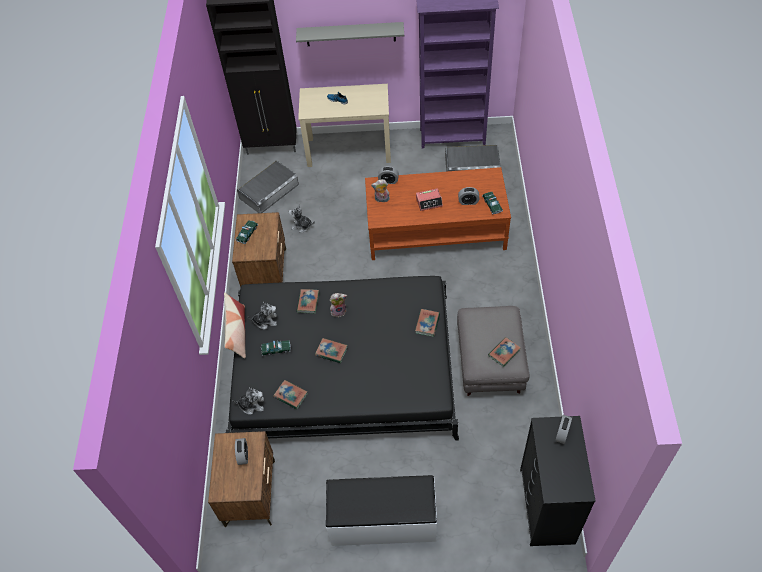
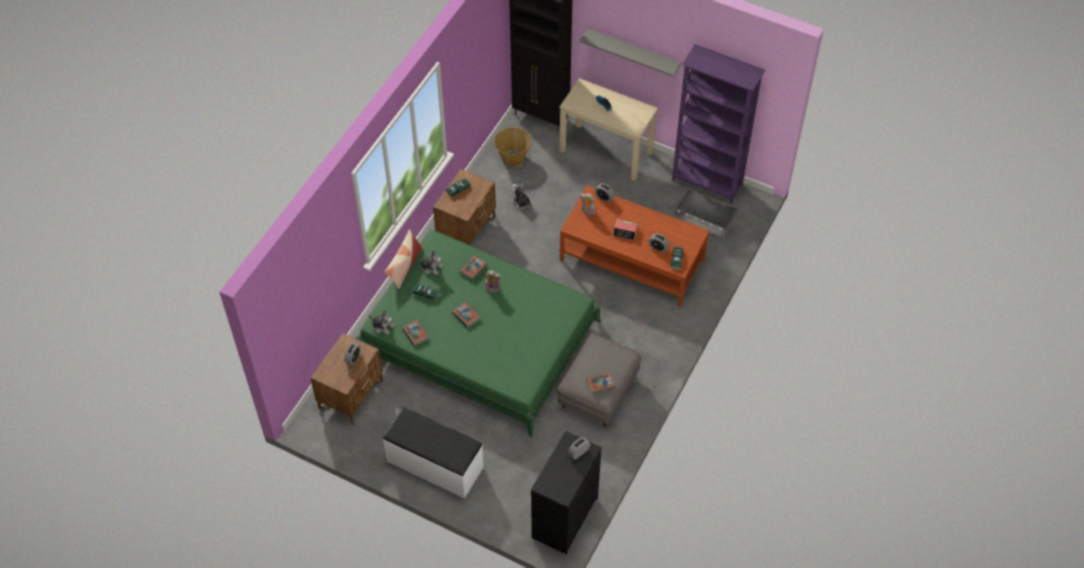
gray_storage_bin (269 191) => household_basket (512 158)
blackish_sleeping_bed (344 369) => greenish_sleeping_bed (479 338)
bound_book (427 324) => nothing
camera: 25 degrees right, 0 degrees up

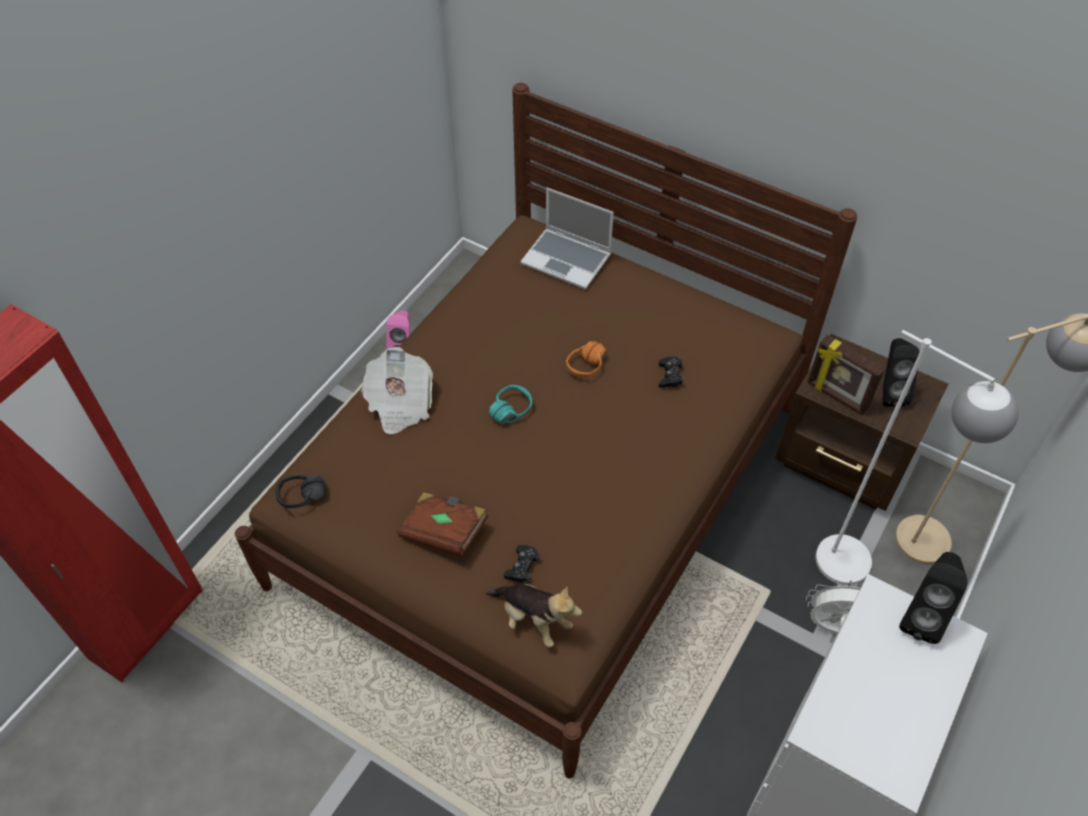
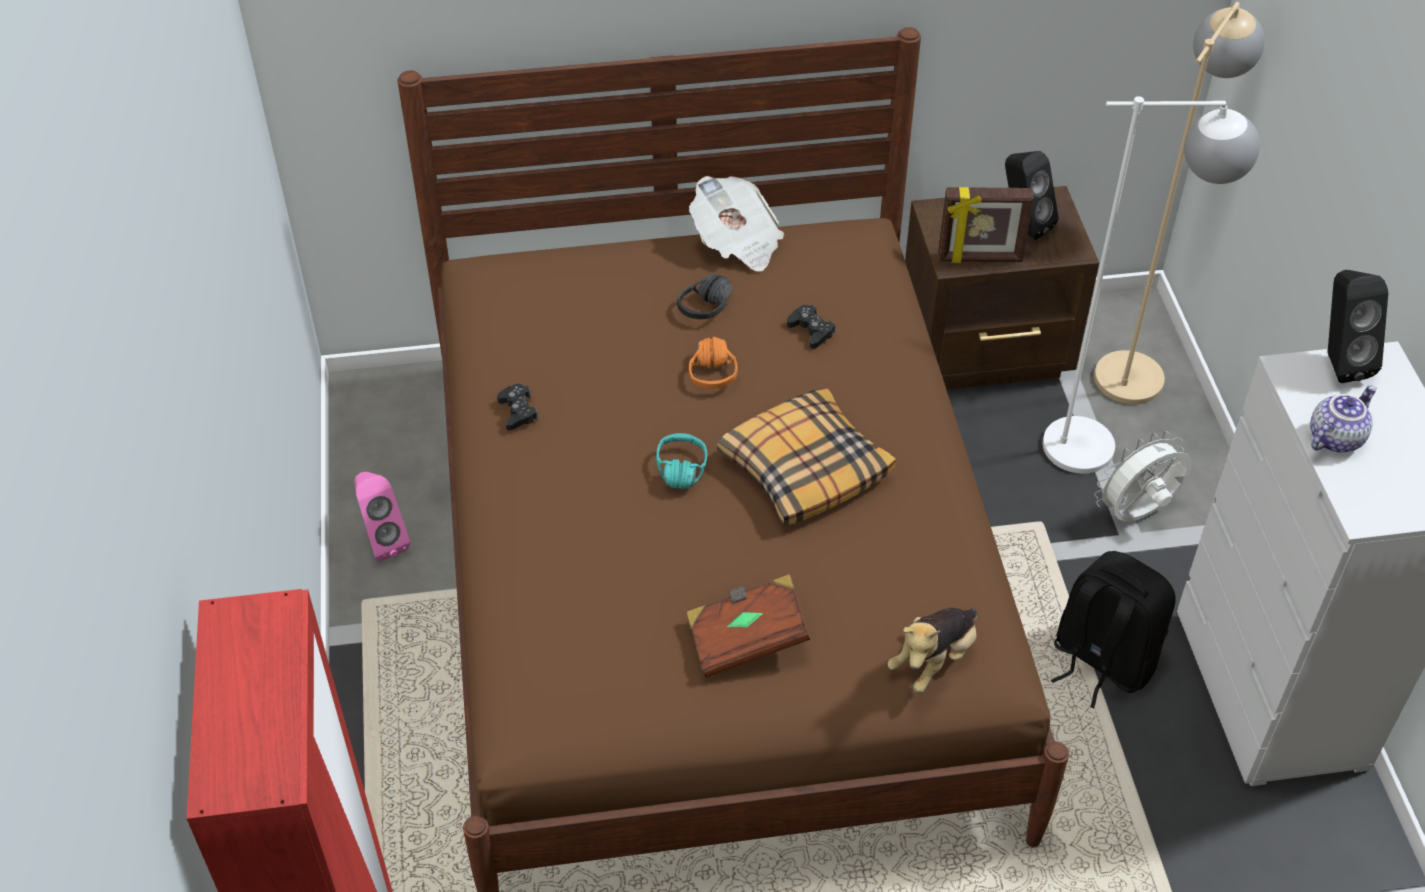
portable_computer (567 260) => nothing
daily_paper (399 404) => daily_paper (737 242), moved
blackish_headphones (303 502) => blackish_headphones (713 311), moved
blackish_game_controller (522 567) => blackish_game_controller (518 412), moved
plush_toy (533 620) => plush_toy (934 659), 135 degrees clockwise
nothing => teapot (1334 437)
nothing => throw_pillow (804 468)
nothing => blackish_rucksack (1101 661)
camera: 40 degrees left, 5 degrees down

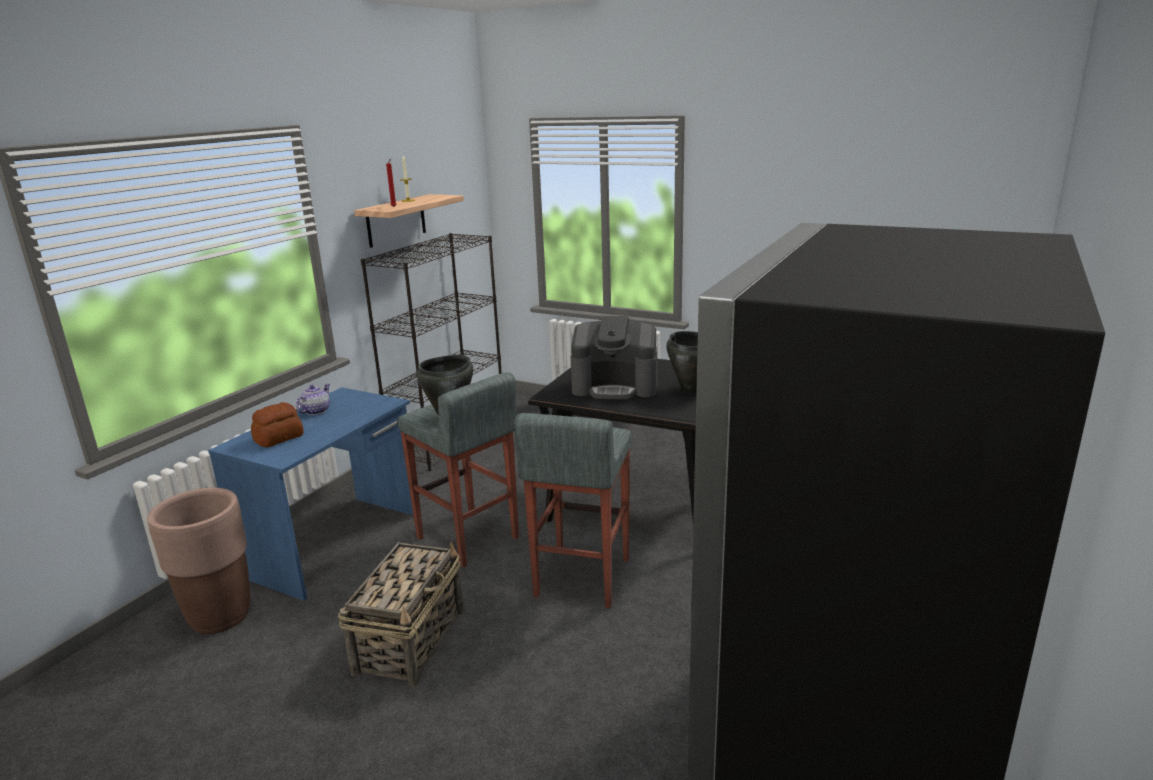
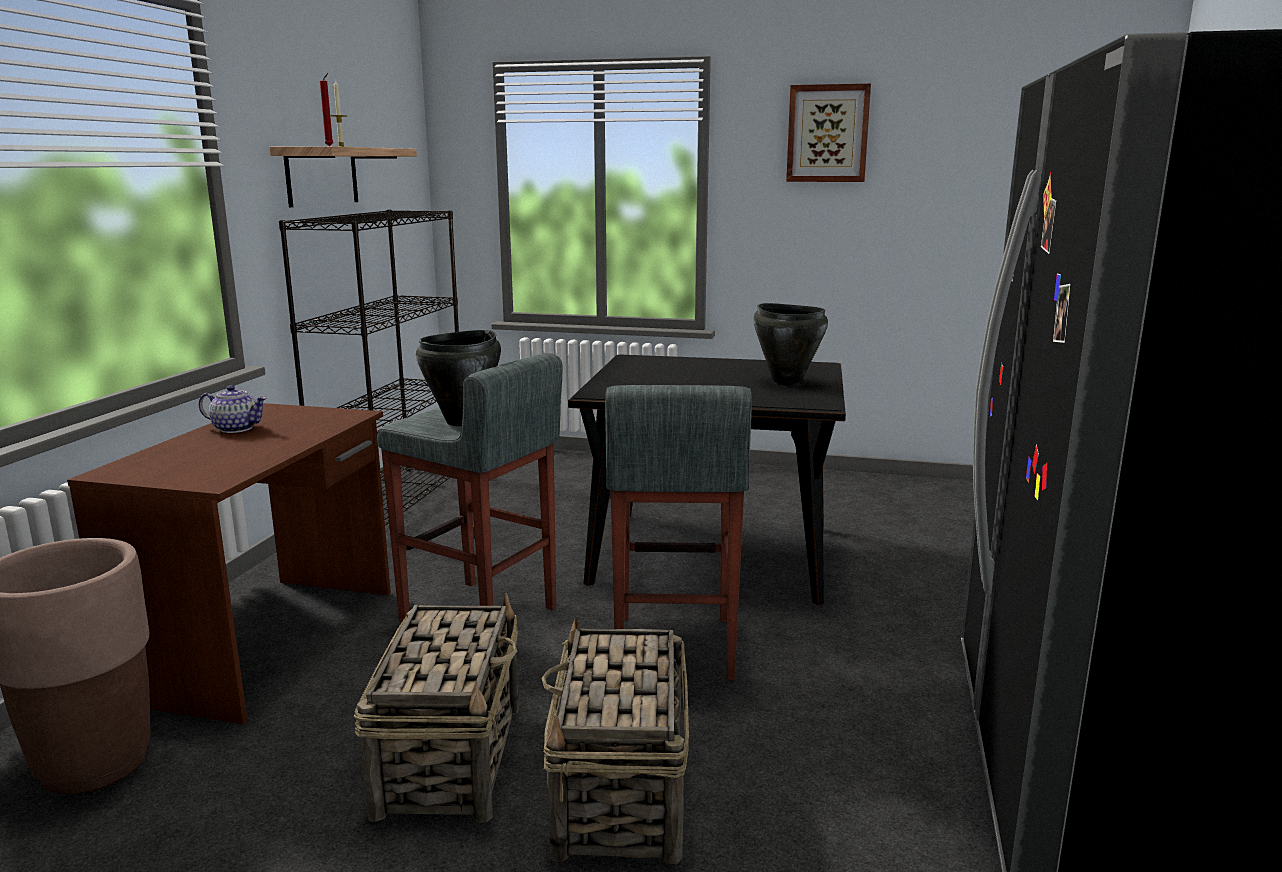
coffee_maker (615 386) => nothing
teapot (315 411) => teapot (236 428), 90 degrees clockwise
blue_desk (336 544) => brown_desk (270 641)
baked_bread (279 438) => nothing
nothing => picture (827 133)
nothing => household_basket (620 794)
camera: 15 degrees left, 5 degrees down

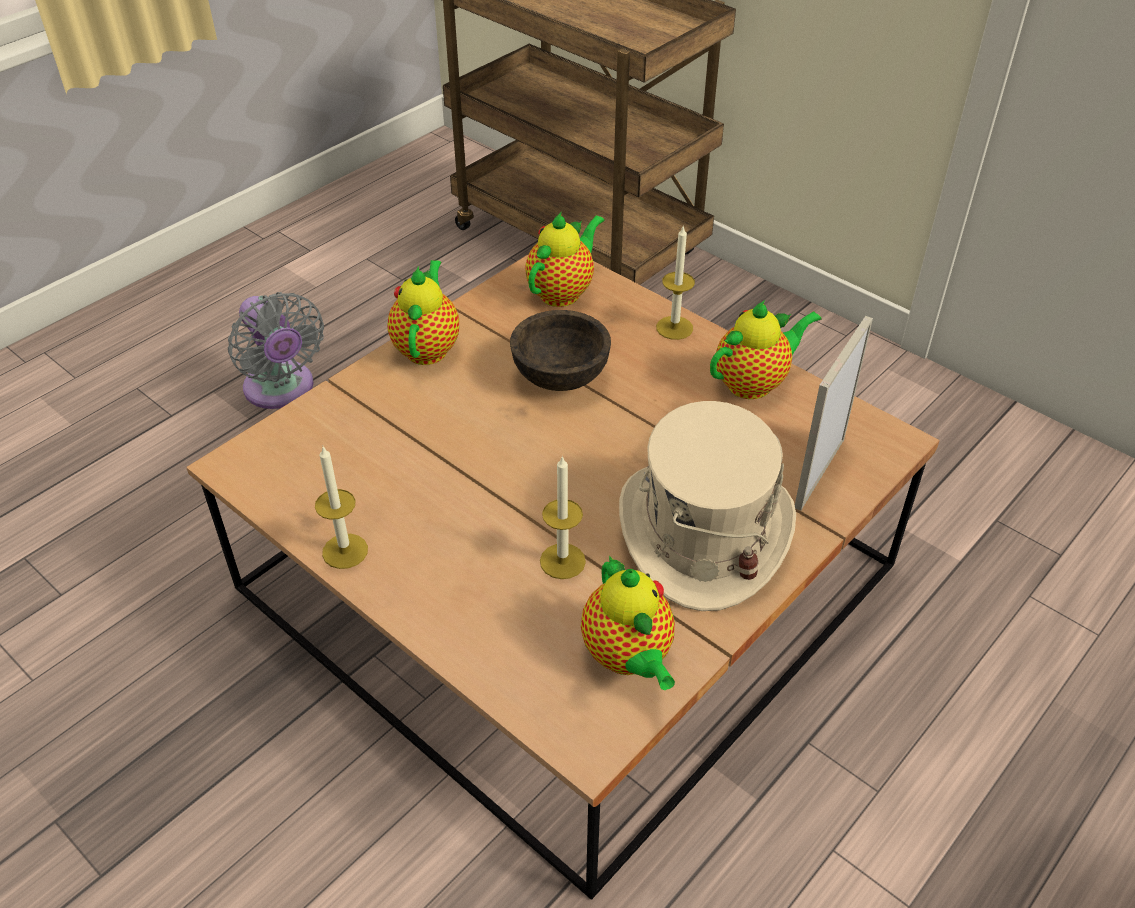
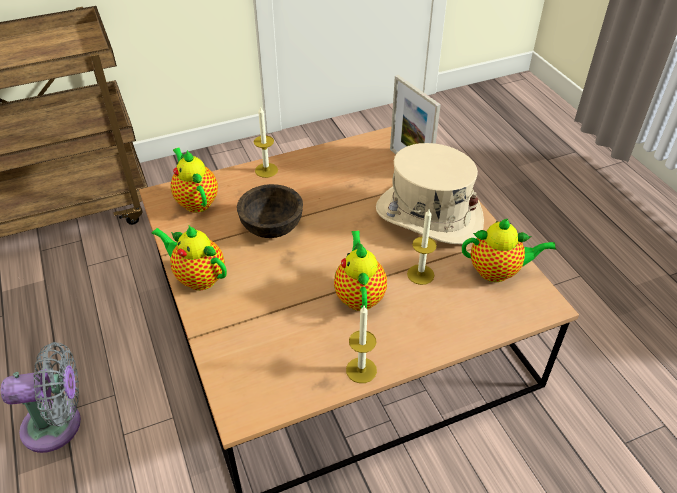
teapot (754 383) => teapot (359 295), moved
camera: 65 degrees left, 0 degrees up

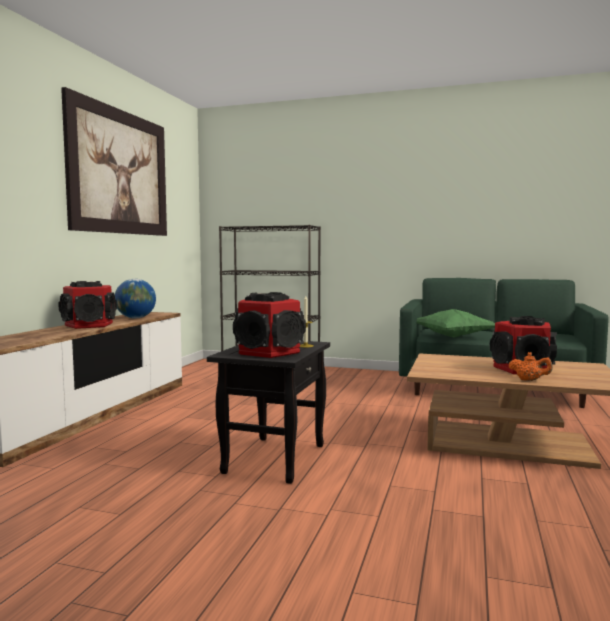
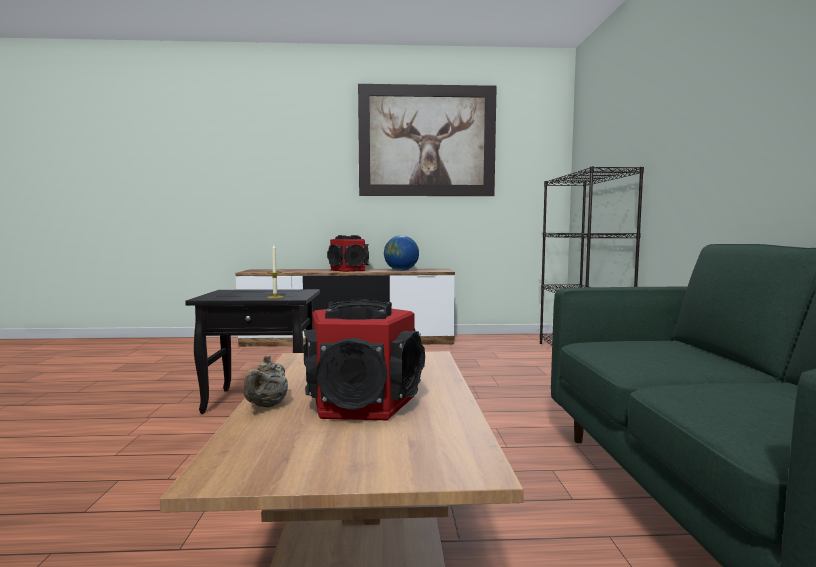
loudspeaker (269 352) => nothing
greenish_throw_pillow (453 336) => nothing
orange_teapot (529 380) => sand-coloured_teapot (267 406)
camera: 70 degrees right, 0 degrees up

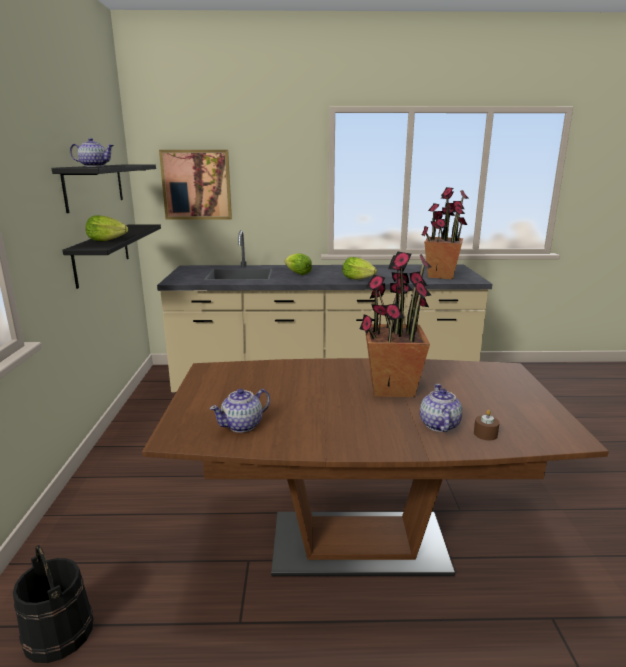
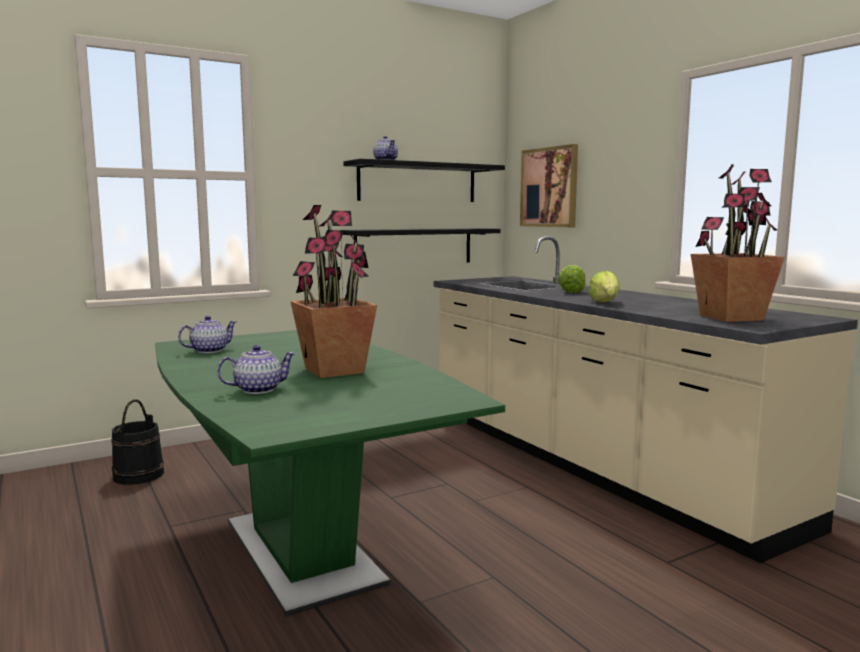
lettuce_head (106 240) => nothing
brown_dinner_table (358 544) => greenish_dinner_table (302 552)
teapot (243 425) => teapot (208 350), 120 degrees clockwise
brown_candle (485 434) => nothing
camera: 60 degrees right, 10 degrees down

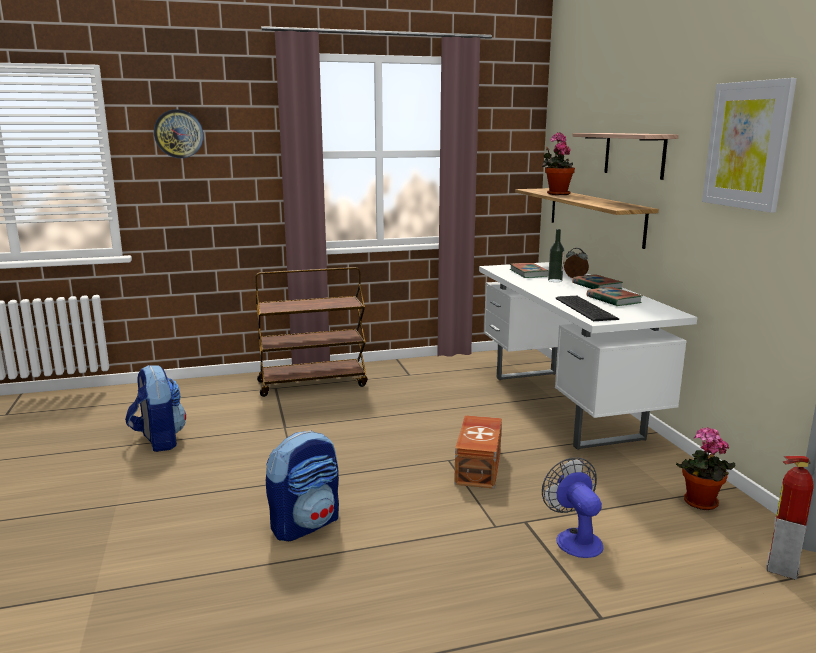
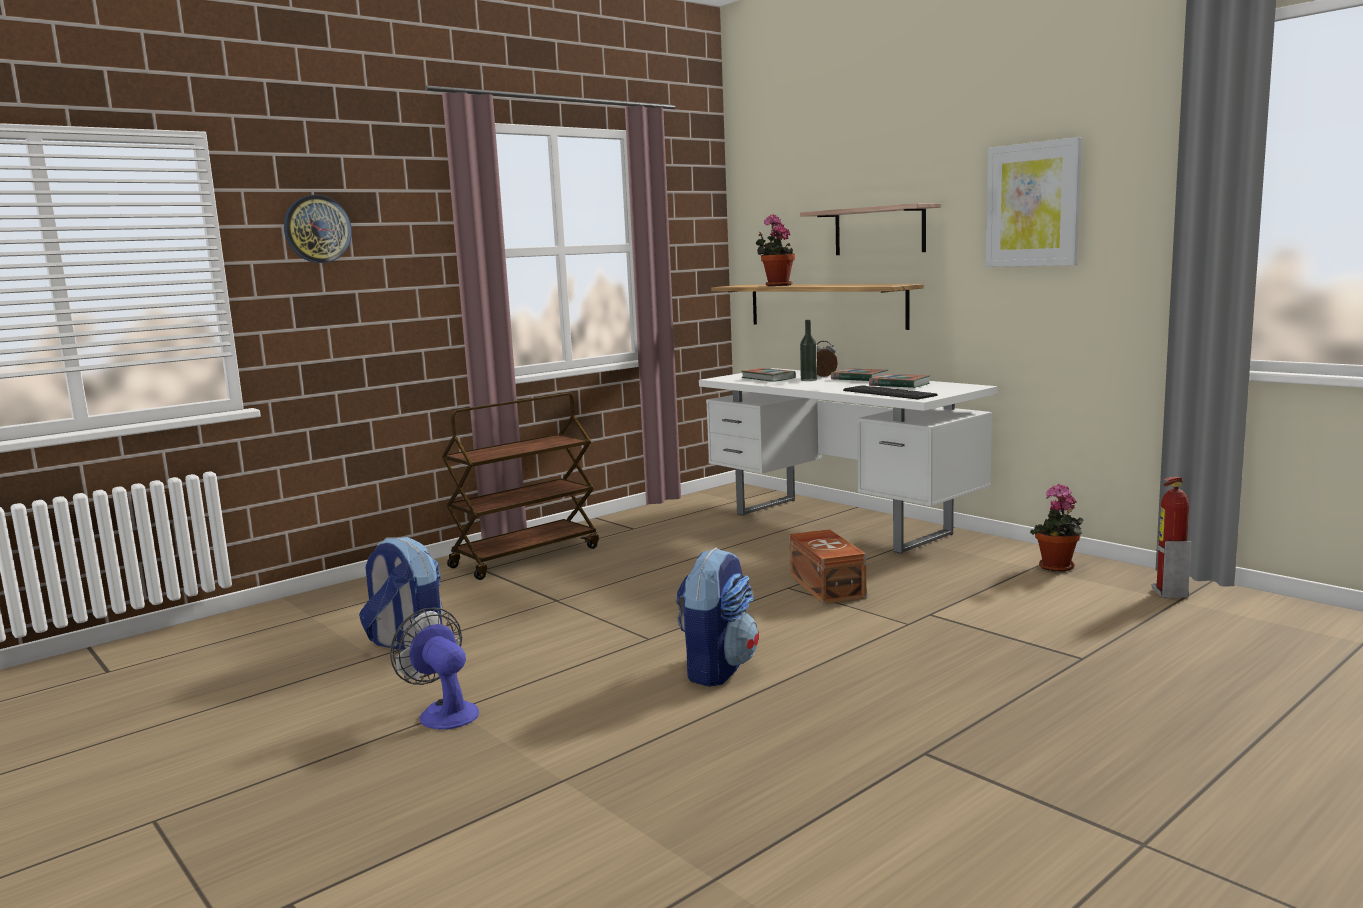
cooling_fan (574 538) => cooling_fan (443 712), moved
camera: 25 degrees left, 5 degrees down

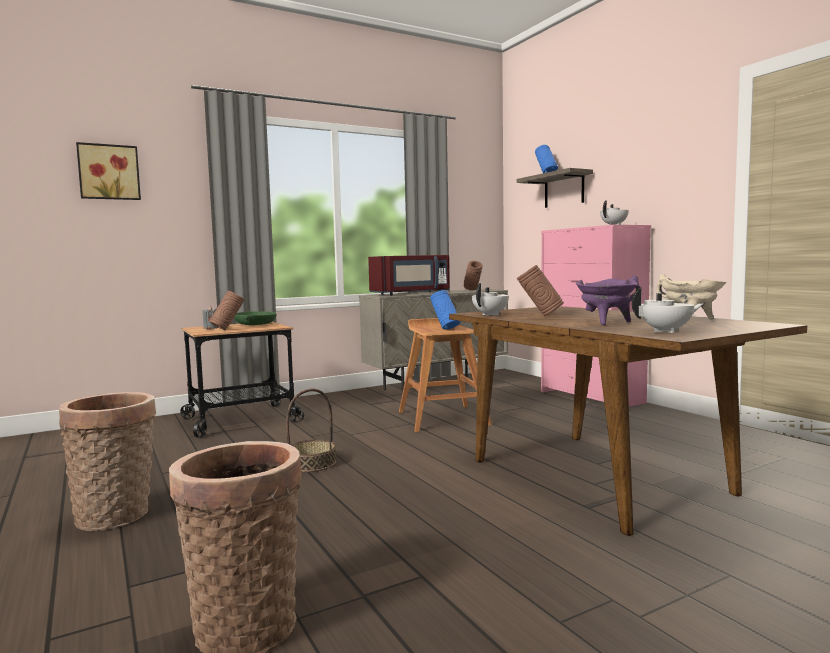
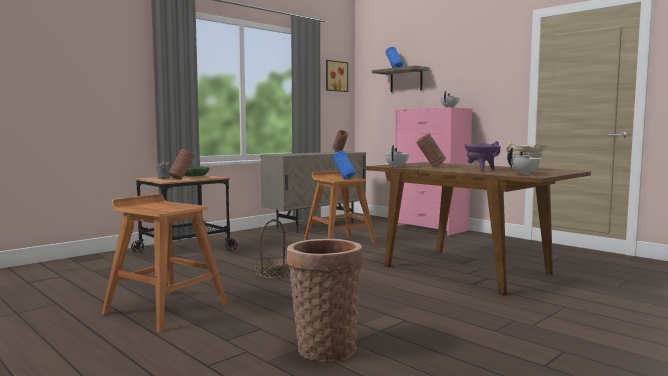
picture (109 172) => picture (335 76), moved
red-coloured_microwave (411 293) => nothing
household_basket (117 516) => brown_stool_seat (165 309)
camera: 15 degrees left, 0 degrees up

